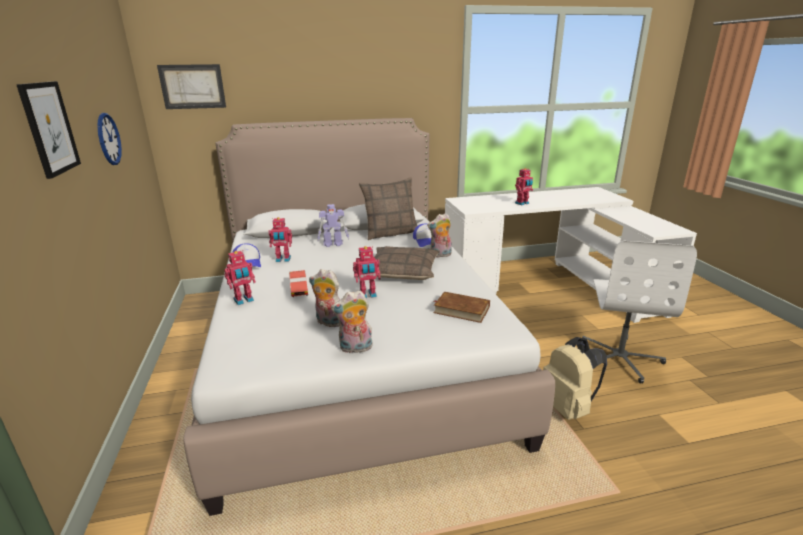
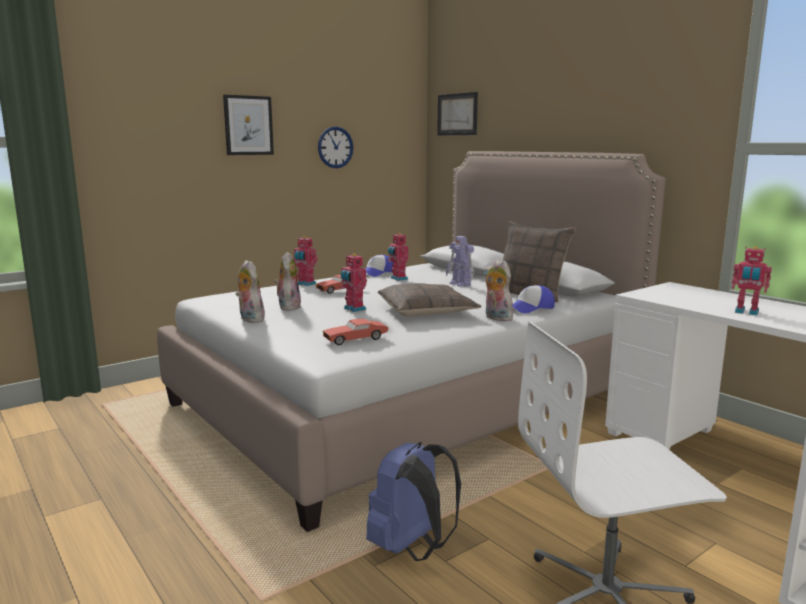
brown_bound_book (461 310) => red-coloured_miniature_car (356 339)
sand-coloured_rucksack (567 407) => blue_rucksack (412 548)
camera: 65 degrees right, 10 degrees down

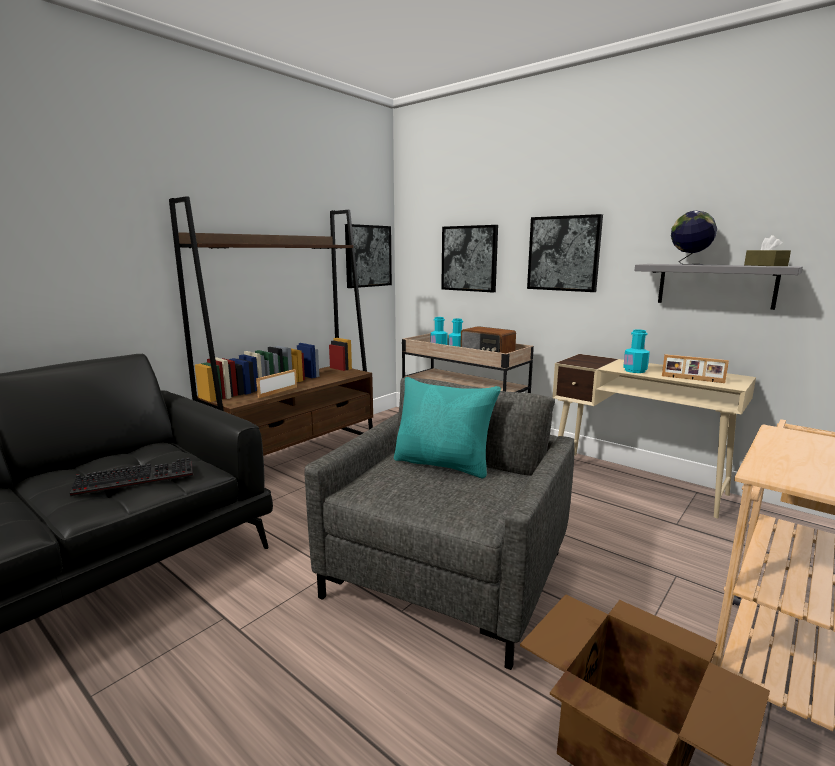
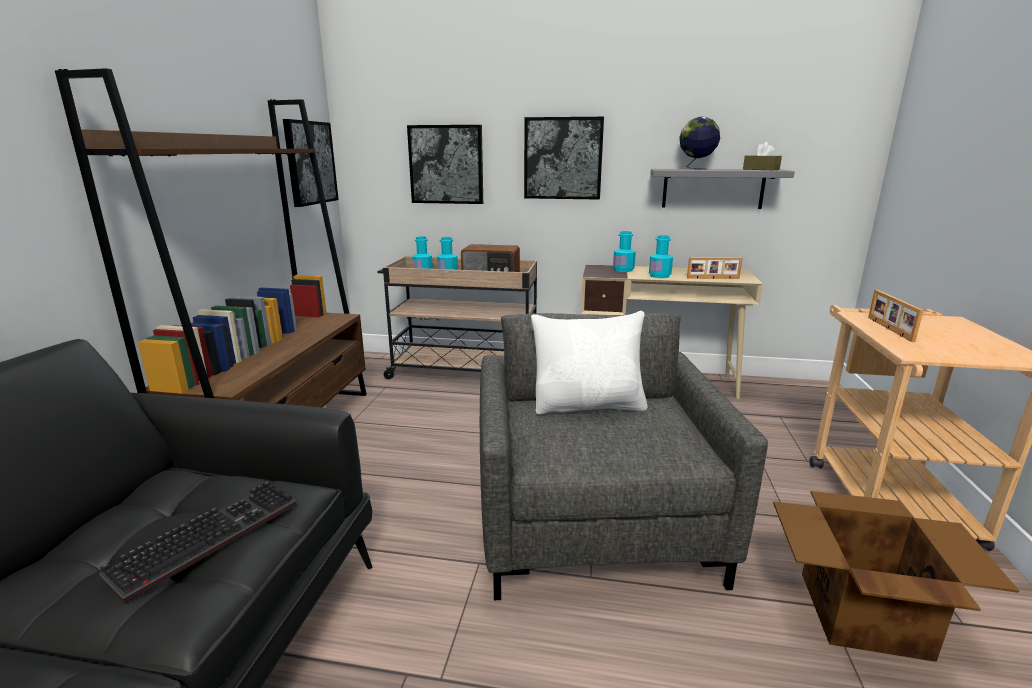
standing_frame (277 392) => standing_frame (888 329), moved
turquoise-coloured_throw_pillow (443 464) => white-coloured_throw_pillow (589 406)
nothing => turquoise-coloured_beverage_bottle (623 270)
camera: 30 degrees left, 5 degrees up

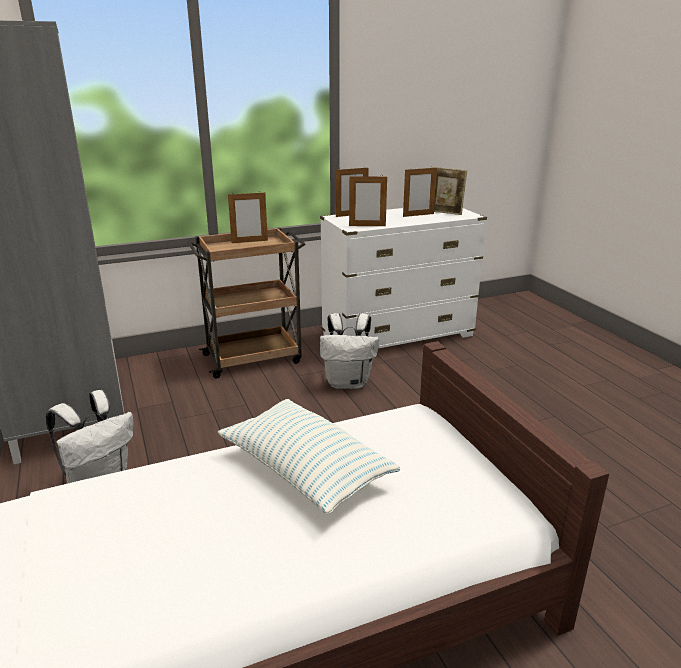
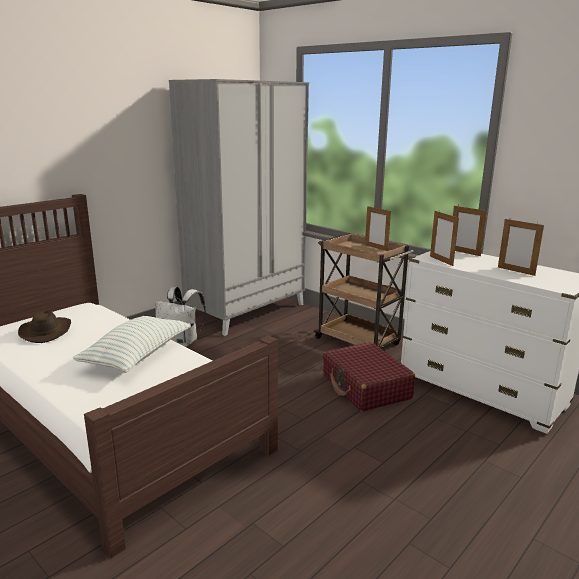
standing_frame (444 212) => nothing
white-coloured_rucksack (348 383) => red-coloured_piece_of_luggage (366 387)
nothing => brown_wearable_hat (46 331)
camera: 65 degrees right, 5 degrees down

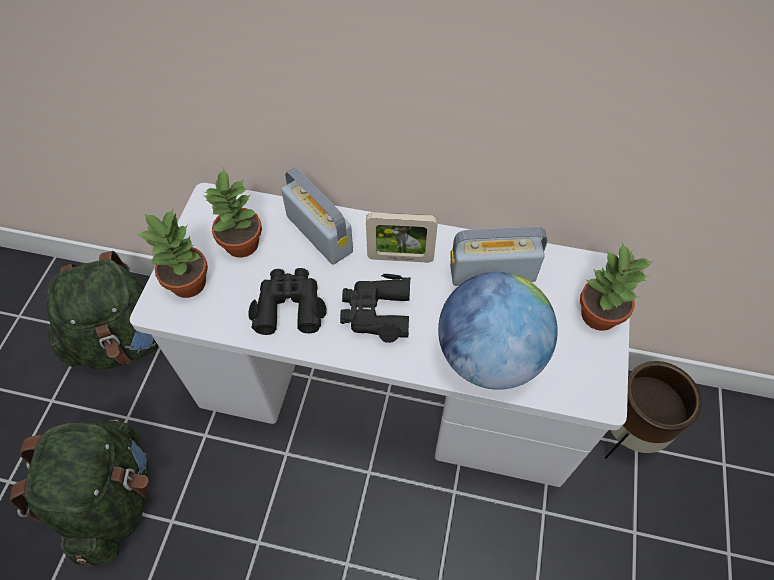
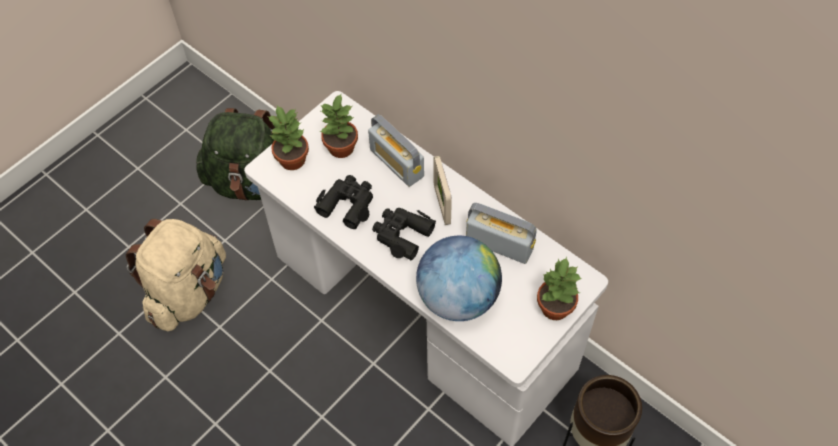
radio_set (319 234) => radio_set (397 163), 150 degrees clockwise
standing_frame (400 258) => standing_frame (442 205), 45 degrees clockwise
greenish_rucksack (113 499) => sand-coloured_rucksack (189 292)
camera: 30 degrees right, 0 degrees up

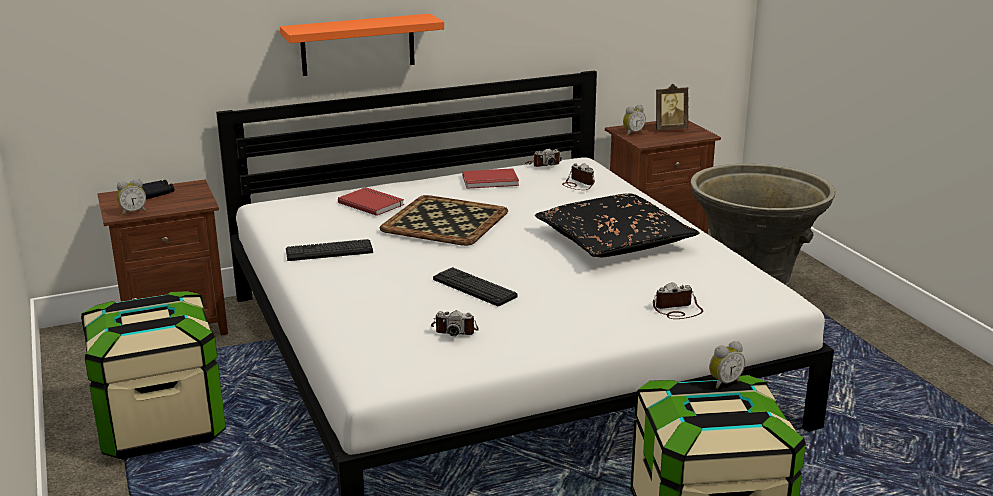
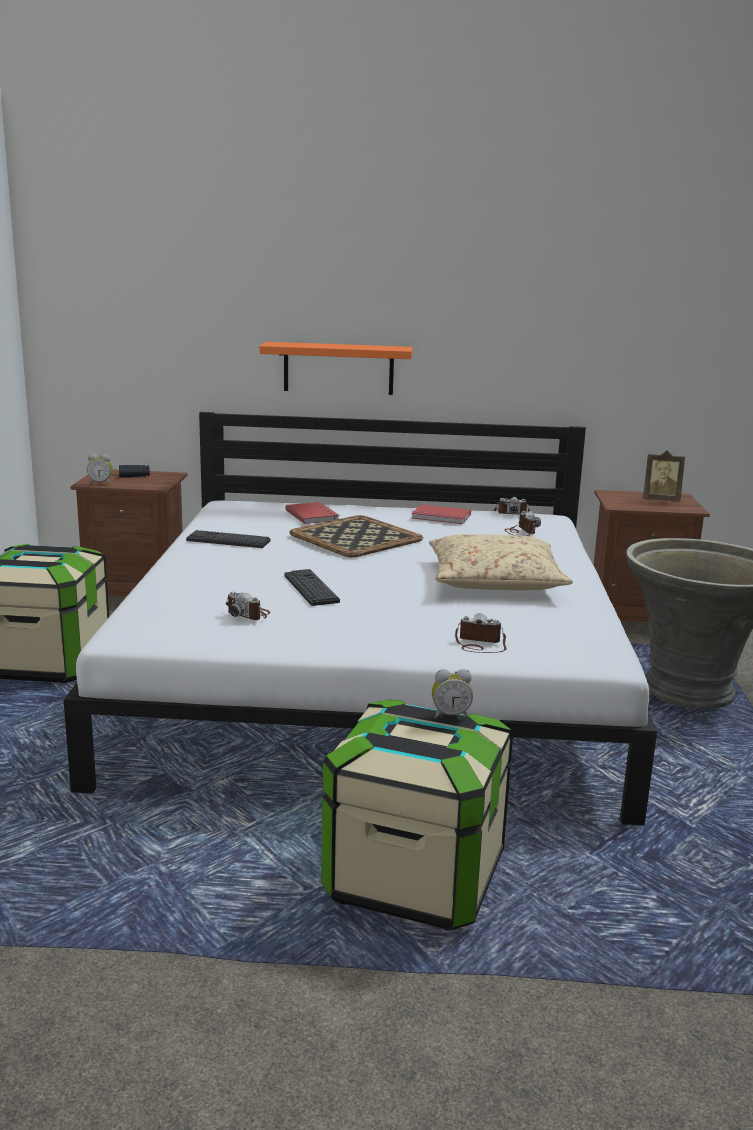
alarm_clock (632 133) => nothing
blackish_throw_pillow (614 241) => sand-coloured_throw_pillow (494 580)
camera: 25 degrees right, 5 degrees down

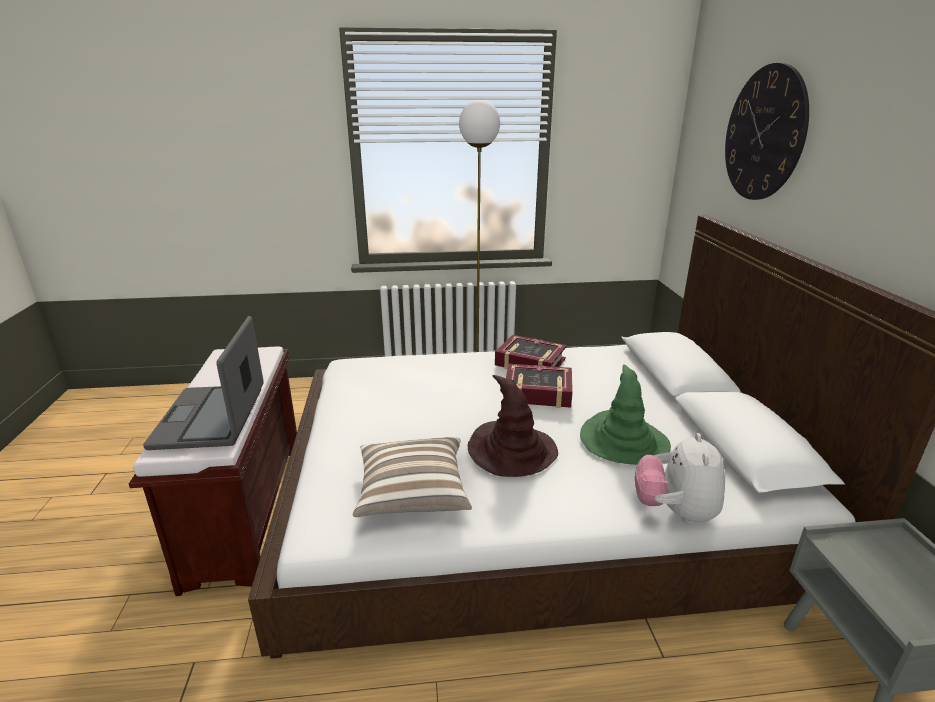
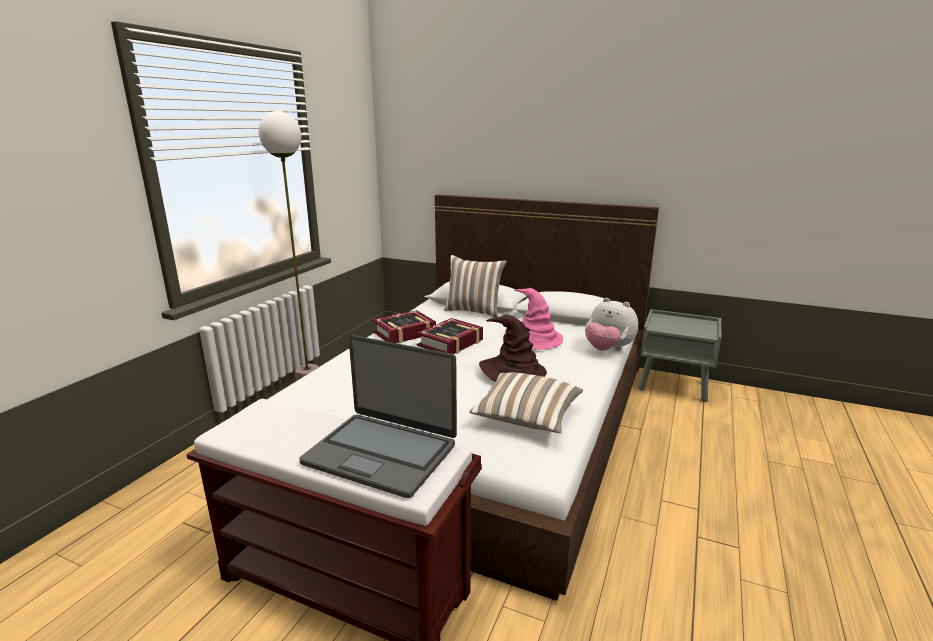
clock_on_the_wall (764 134) => nothing
greenish_wearable_hat (623 441) => pink-coloured_wearable_hat (534 339)
nothing => throw_pillow (474 311)
camera: 60 degrees left, 5 degrees down

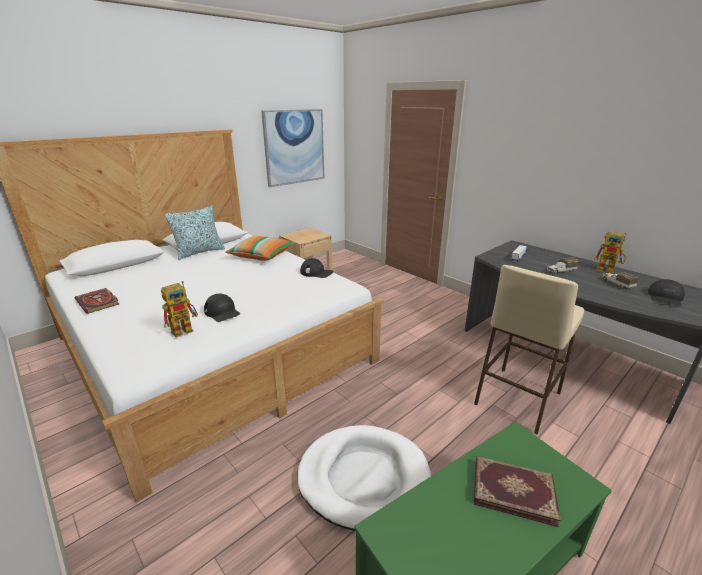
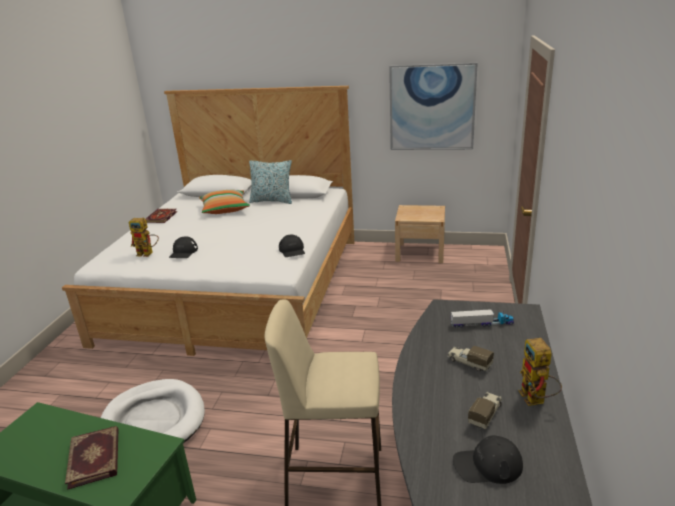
throw_pillow (262 256) => throw_pillow (225 209), moved
camera: 55 degrees right, 0 degrees up

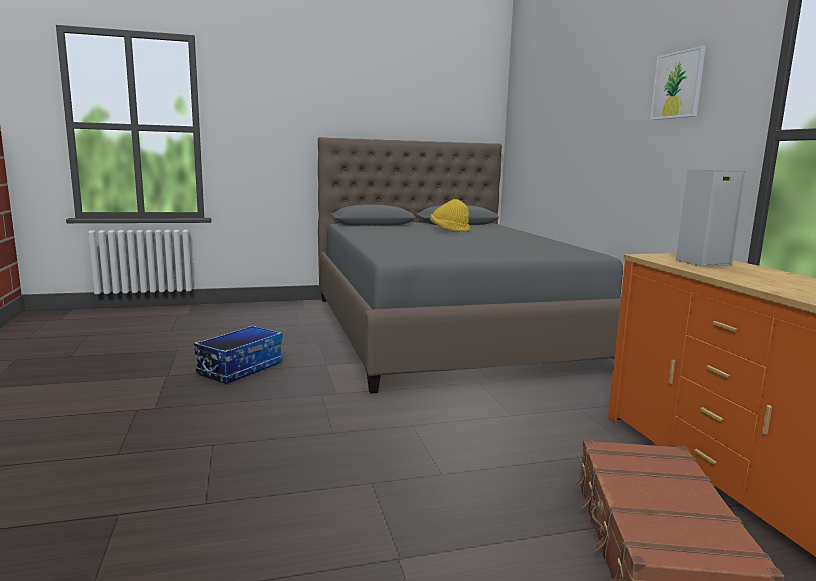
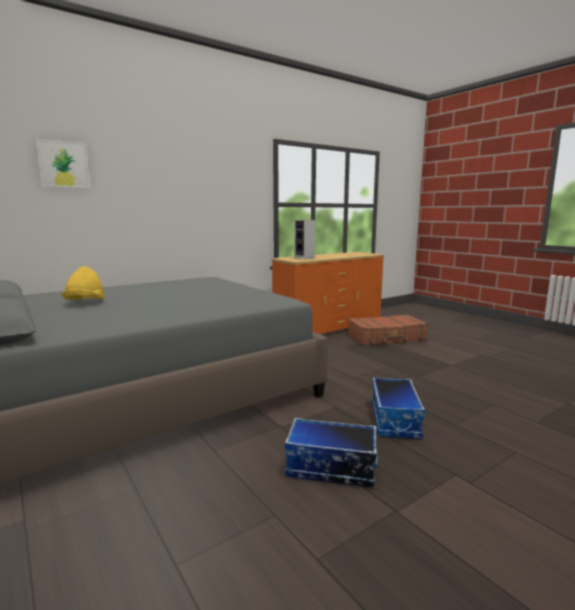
picture (677 85) => picture (63 164), moved
nothing => storage_bin (395 420)
camera: 110 degrees left, 0 degrees up

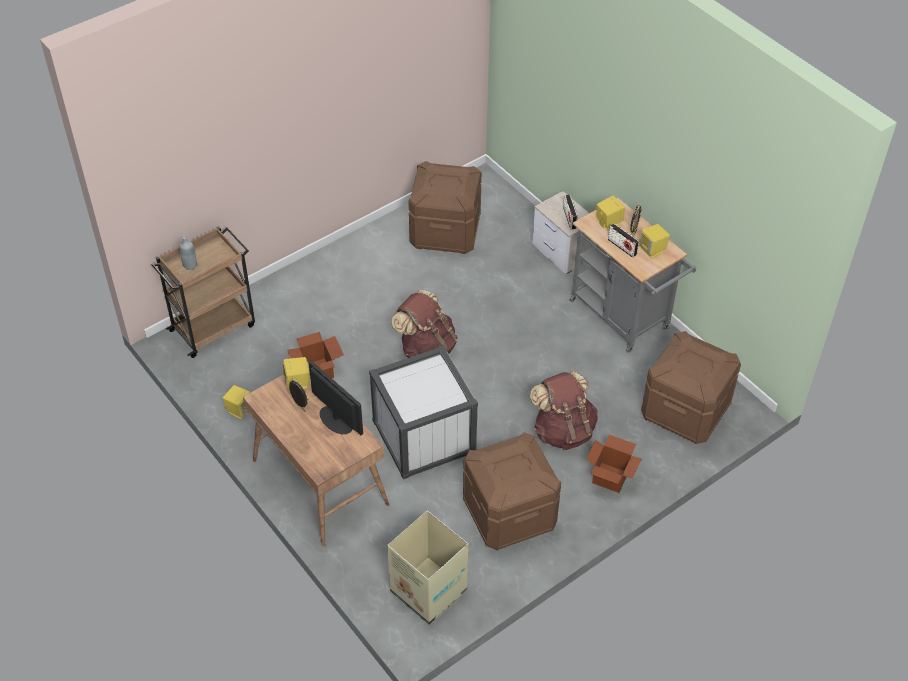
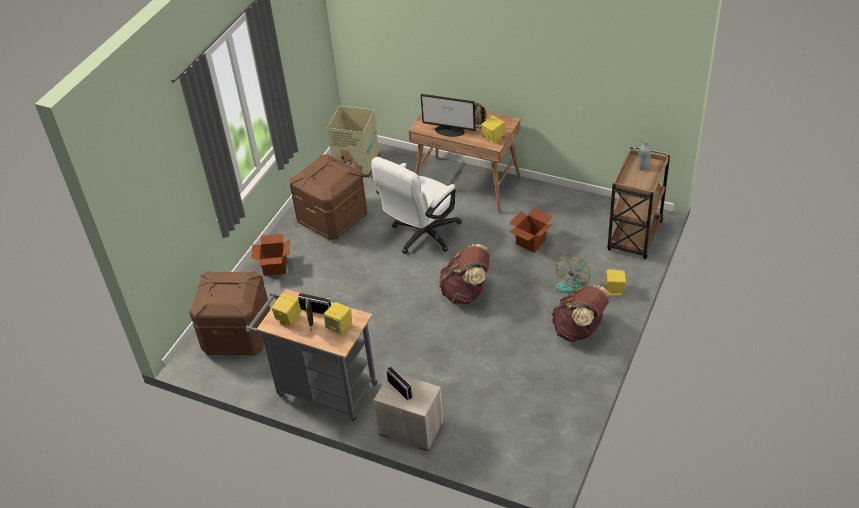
brown_storage_bin (445 232) => nothing
white-coloured_storage_bin (424 436) => white-coloured_desk_chair (421 236)
brown_rucksack (563 430) => brown_rucksack (579 330), moved
yellow-coloured_loudspeaker (239 410) => yellow-coloured_loudspeaker (614 290), moved
nothing => cooling_fan (572 282)
camera: 155 degrees right, 5 degrees down

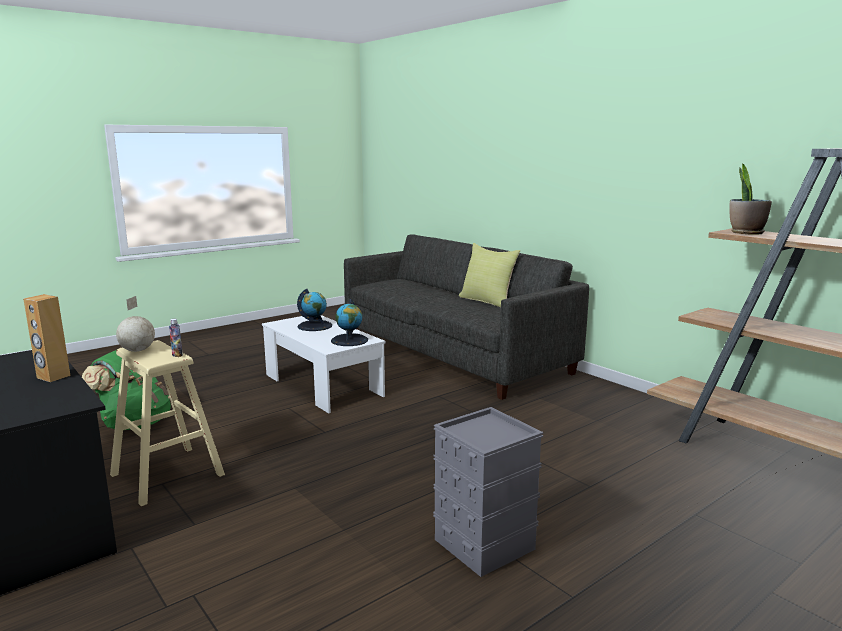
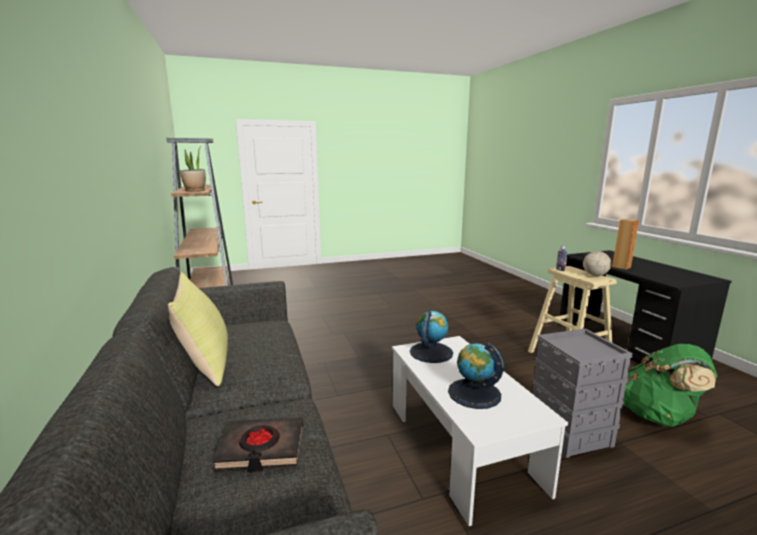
gray_storage_bin (484 545) => gray_storage_bin (569 433), moved
nothing => blackish_bound_book (261 449)
camera: 160 degrees left, 0 degrees up

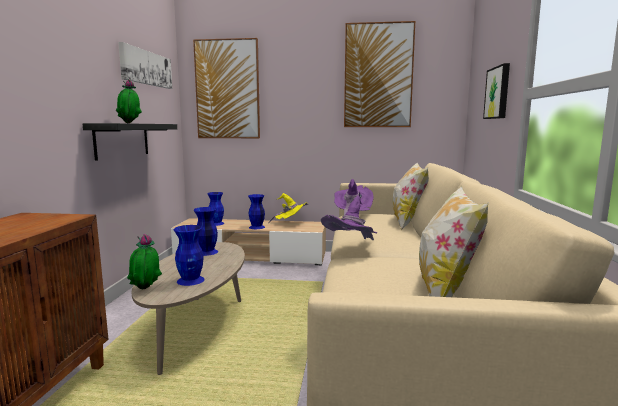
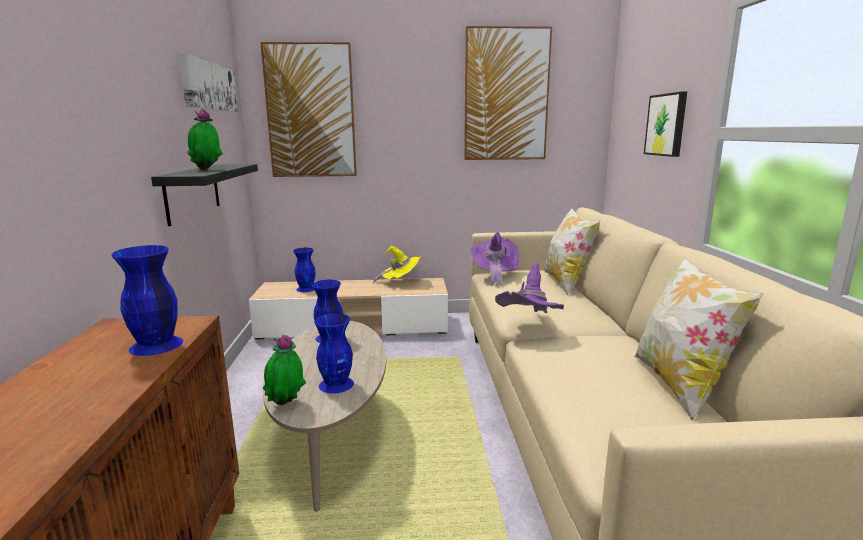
blue_decorative_vase (256 227) => blue_decorative_vase (155 345), moved
camera: 10 degrees left, 5 degrees up

